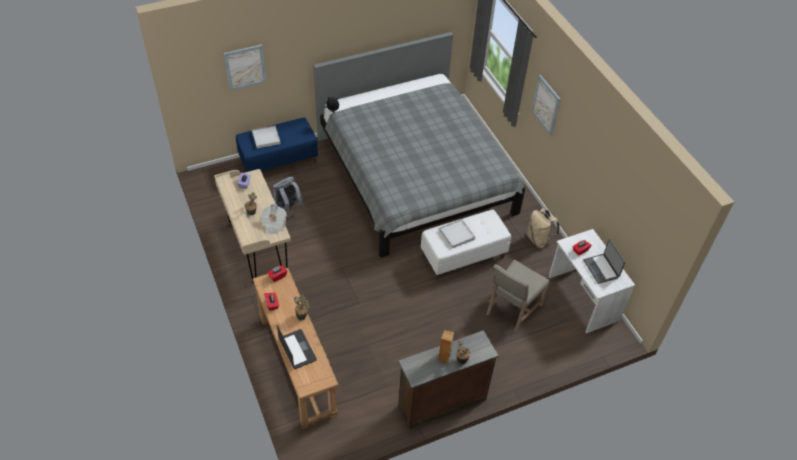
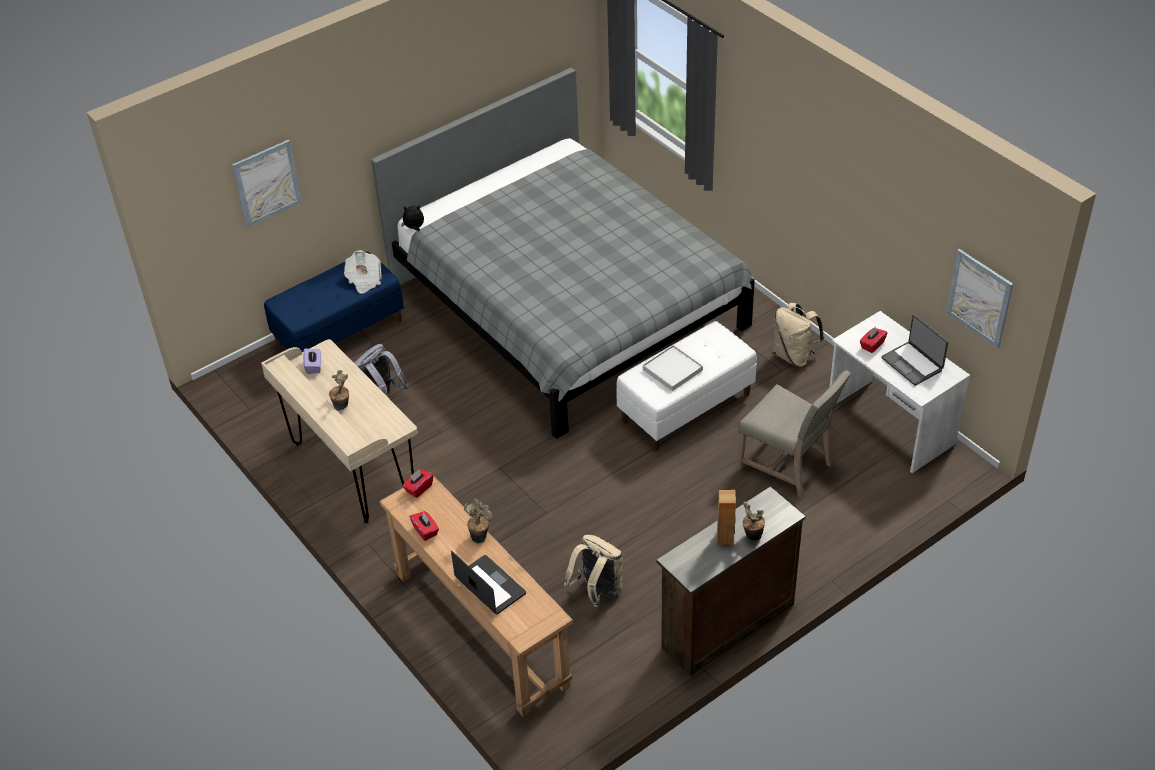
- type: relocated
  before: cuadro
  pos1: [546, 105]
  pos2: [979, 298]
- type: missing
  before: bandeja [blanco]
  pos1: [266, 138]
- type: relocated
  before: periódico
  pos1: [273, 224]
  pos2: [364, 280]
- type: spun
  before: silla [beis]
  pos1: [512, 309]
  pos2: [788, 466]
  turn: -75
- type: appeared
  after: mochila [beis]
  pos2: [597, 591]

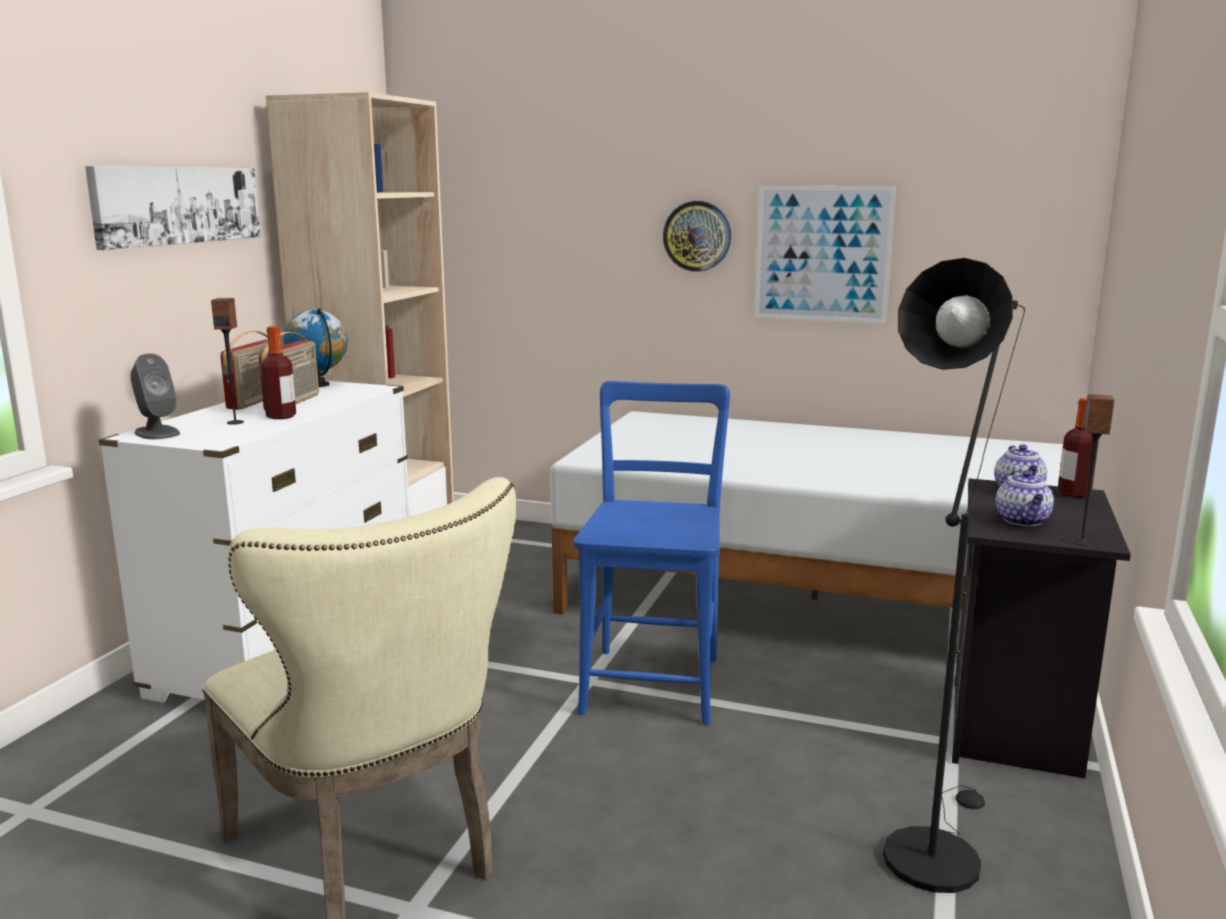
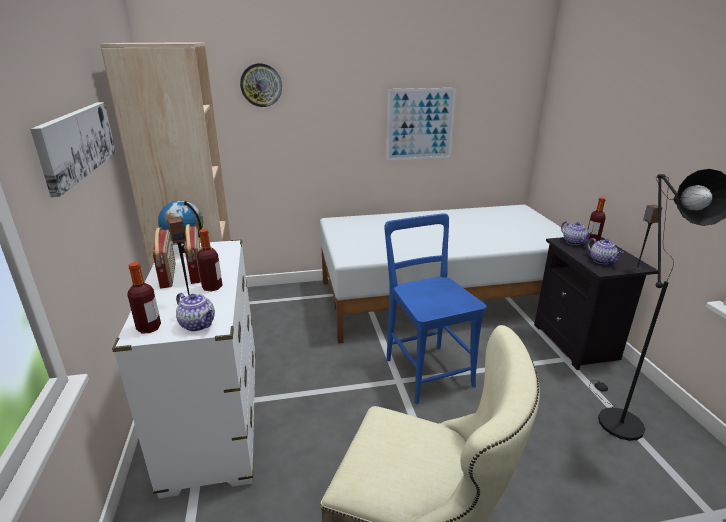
- type: relocated
  before: reloj de pared
  pos1: [697, 236]
  pos2: [261, 85]
- type: exchanged
  before: altavoz [gris]
  after: botella
  pos1: [157, 433]
  pos2: [149, 328]
- type: appeared
  after: tetera
  pos2: [198, 325]

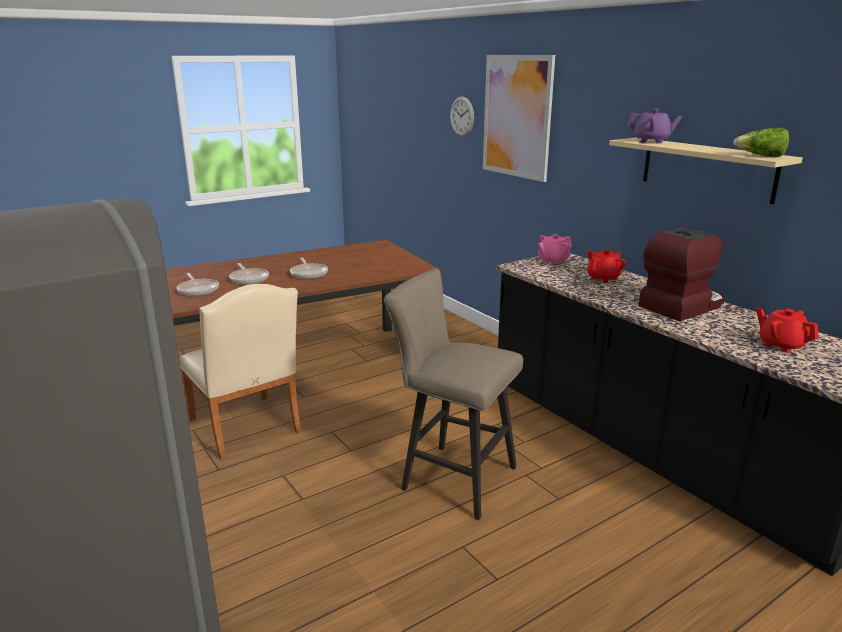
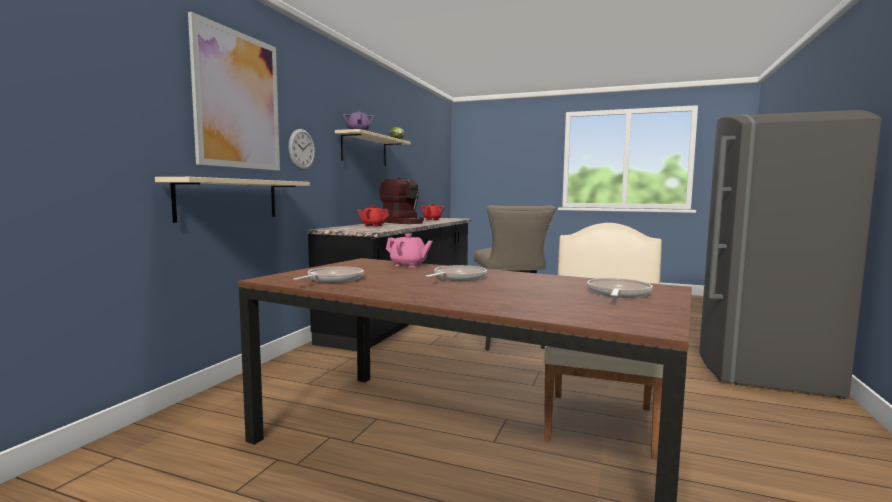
- type: relocated
  before: reloj de pared
  pos1: [462, 116]
  pos2: [301, 149]
- type: spun
  before: cafetera
  pos1: [681, 306]
  pos2: [403, 222]
  turn: -150
- type: relocated
  before: tetera [rosa]
  pos1: [553, 261]
  pos2: [408, 265]
- type: relocated
  before: sartén
  pos1: [249, 278]
  pos2: [333, 279]
- type: appeared
  after: estante [beis]
  pos2: [229, 199]

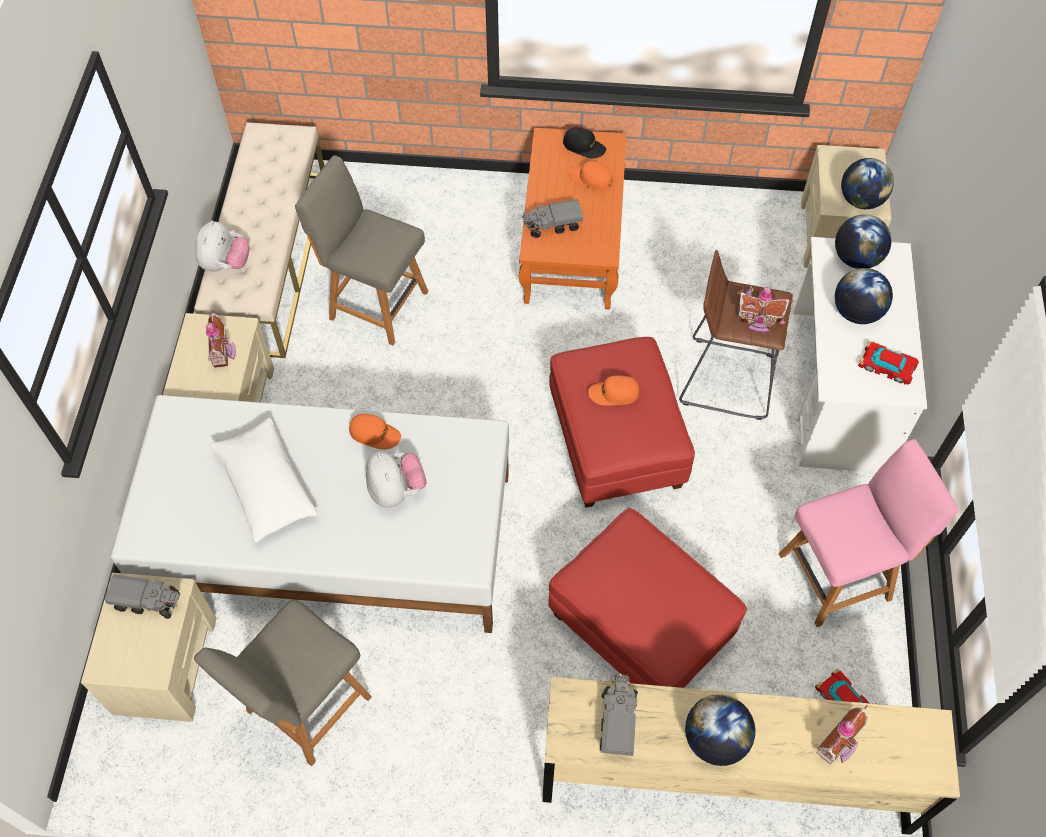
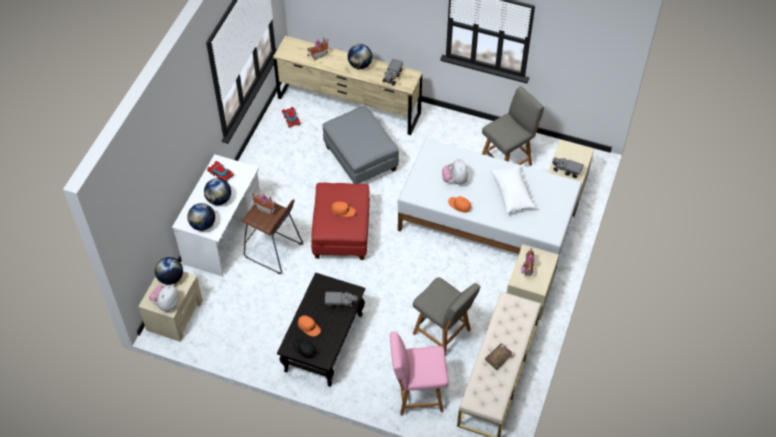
- type: colour
  before: mesa de centro [naranja]
  after: mesa de centro [negro]
  pos1: [572, 247]
  pos2: [324, 342]
- type: relocated
  before: peluche
  pos1: [226, 264]
  pos2: [166, 304]
- type: relocated
  before: silla [rosa]
  pos1: [838, 575]
  pos2: [417, 394]
- type: colour
  before: puf [rojo]
  after: puf [gris]
  pos1: [639, 627]
  pos2: [361, 159]
- type: appeared
  after: libro [marrón]
  pos2: [498, 358]

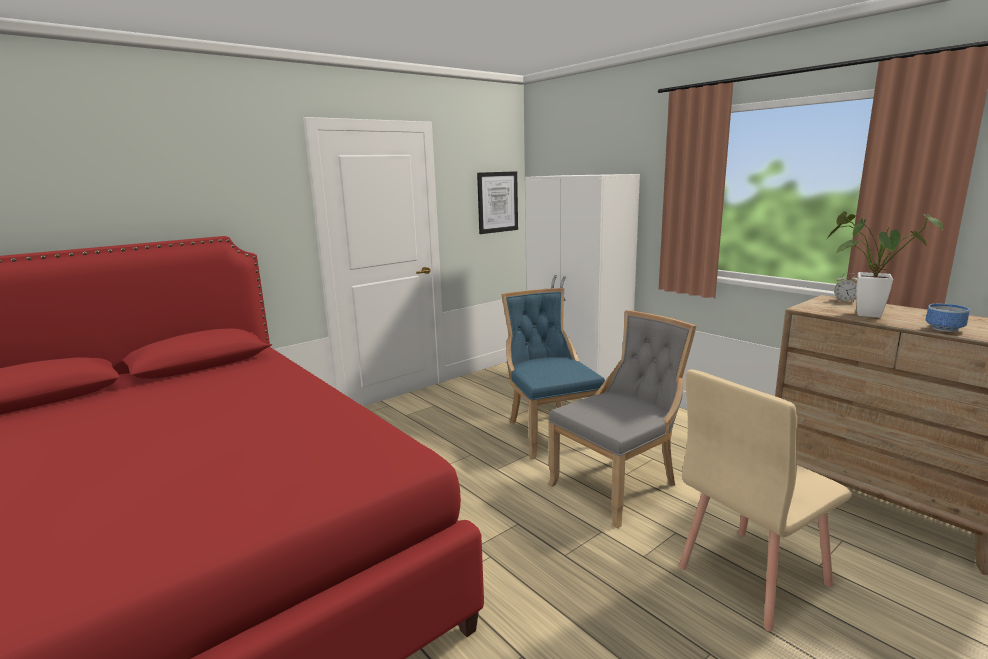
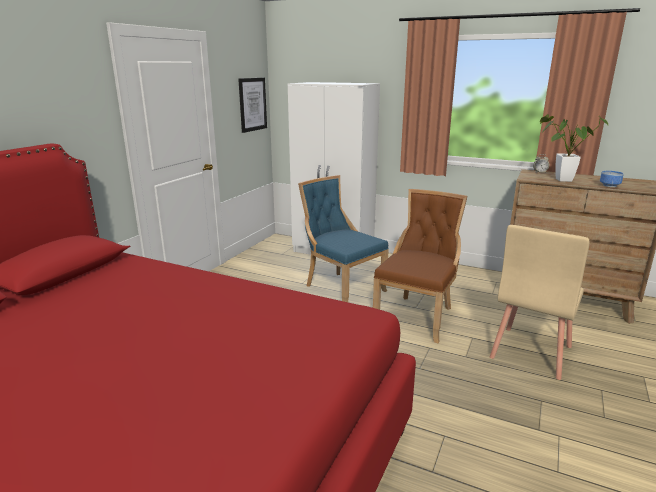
- type: colour
  before: silla [gris]
  after: silla [marrón]
  pos1: [619, 485]
  pos2: [417, 316]

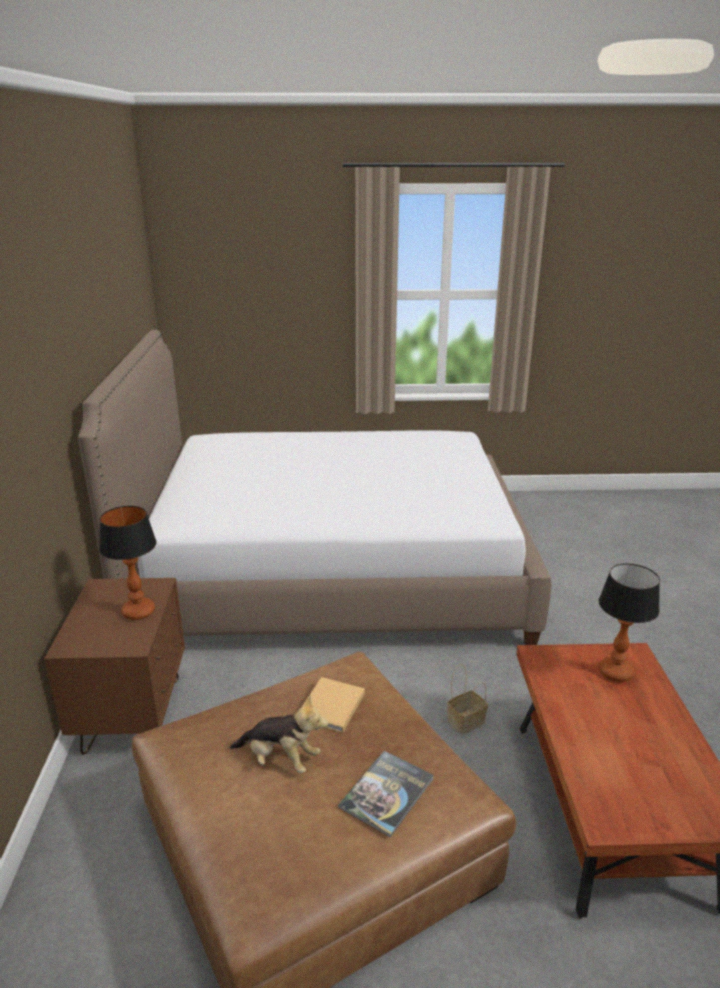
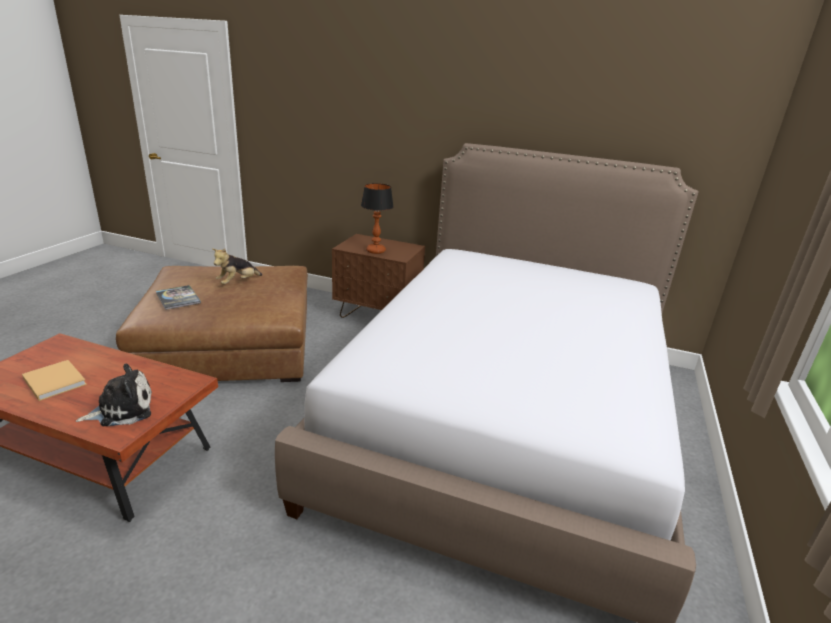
- type: exchanged
  before: lámpara de mesa
  after: peluche
  pos1: [616, 673]
  pos2: [122, 409]
- type: missing
  before: cesta
  pos1: [466, 721]
- type: relocated
  before: libro [beis]
  pos1: [330, 708]
  pos2: [54, 381]

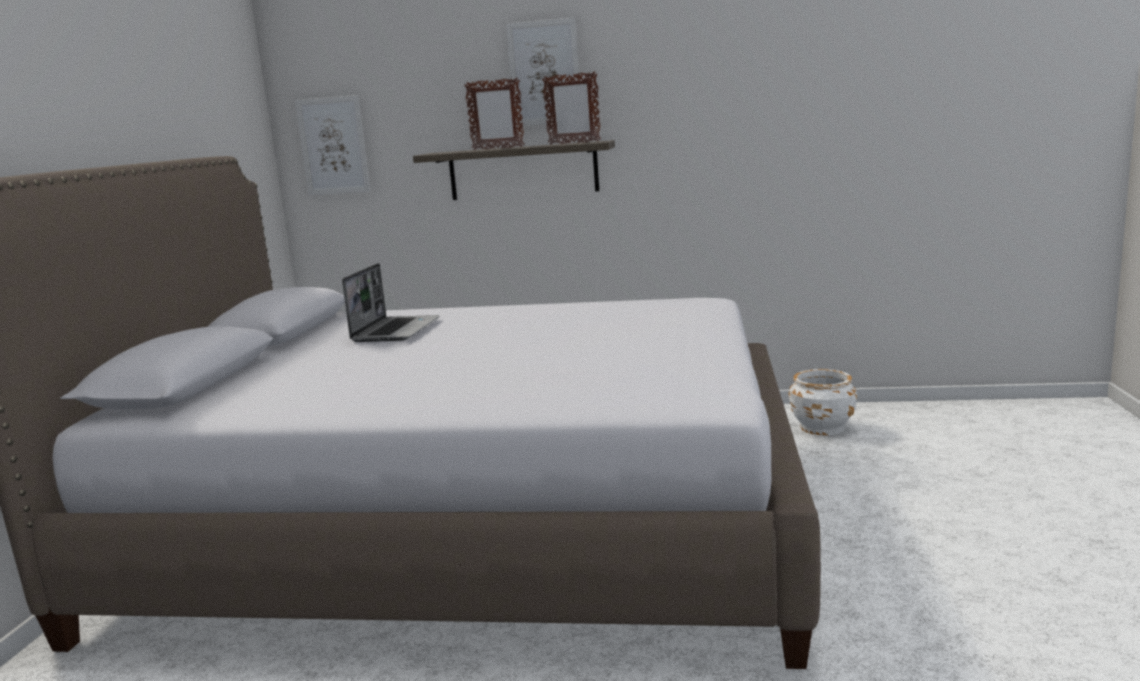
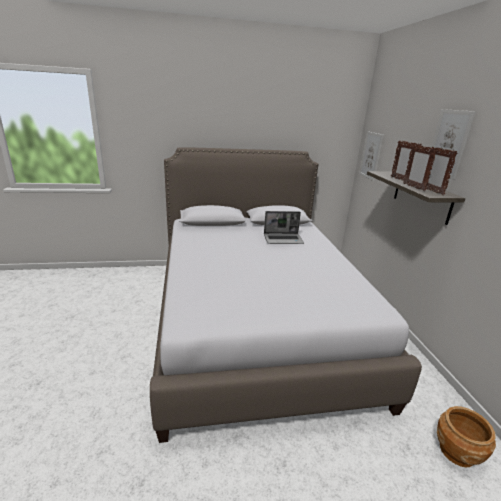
- type: colour
  before: maceta [blanco]
  after: maceta [marrón]
  pos1: [822, 427]
  pos2: [457, 452]
- type: appeared
  after: portarretratos
  pos2: [413, 187]

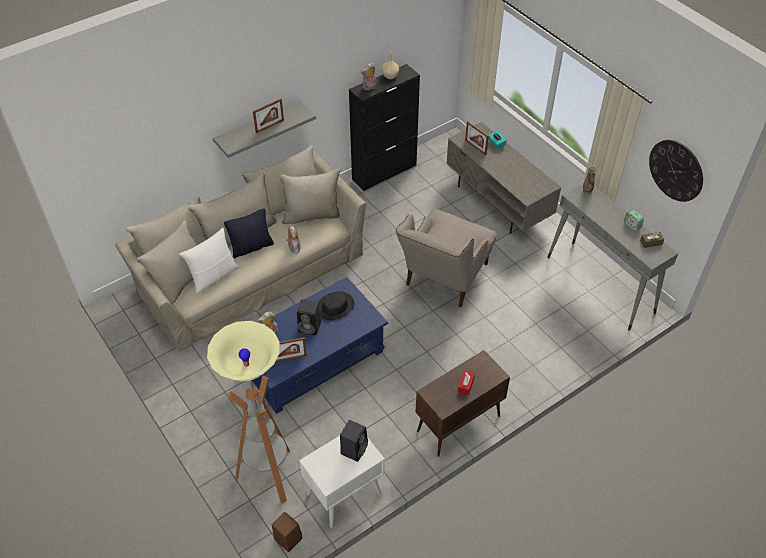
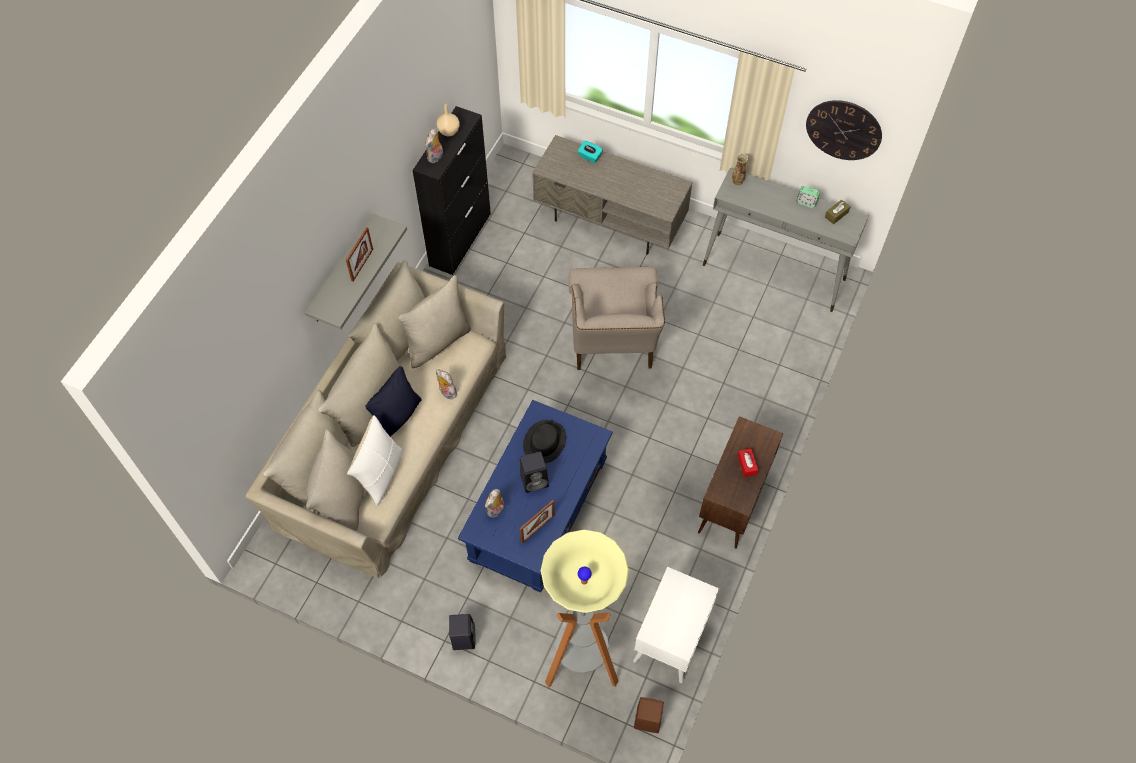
- type: missing
  before: portarretratos
  pos1: [475, 147]
- type: relocated
  before: altavoz [negro]
  pos1: [354, 449]
  pos2: [463, 637]

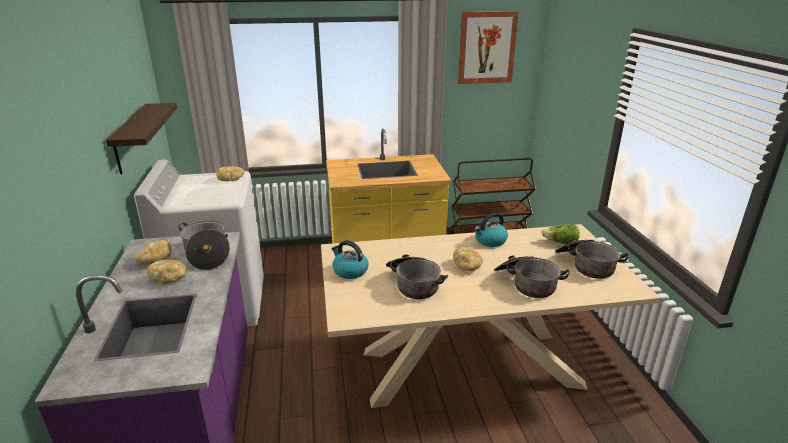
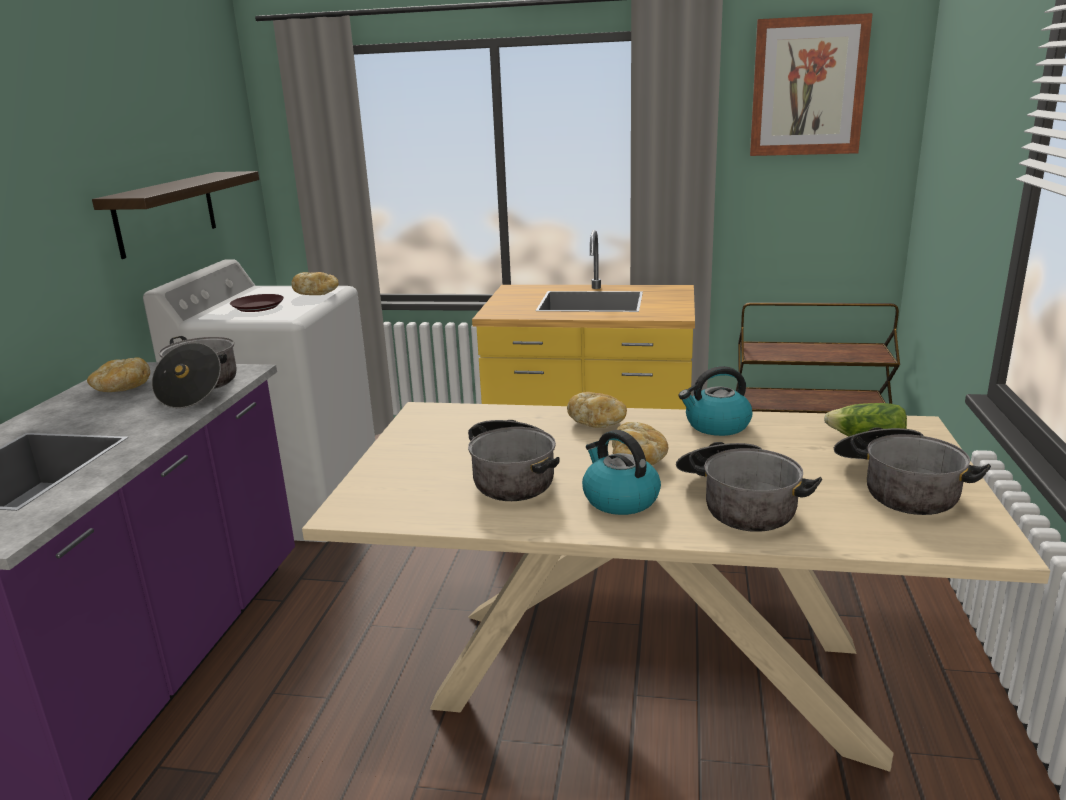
- type: relocated
  before: hervidor
  pos1: [350, 271]
  pos2: [619, 499]
- type: relocated
  before: pan
  pos1: [169, 278]
  pos2: [597, 423]
- type: appeared
  after: plato [marrón]
  pos2: [257, 307]

